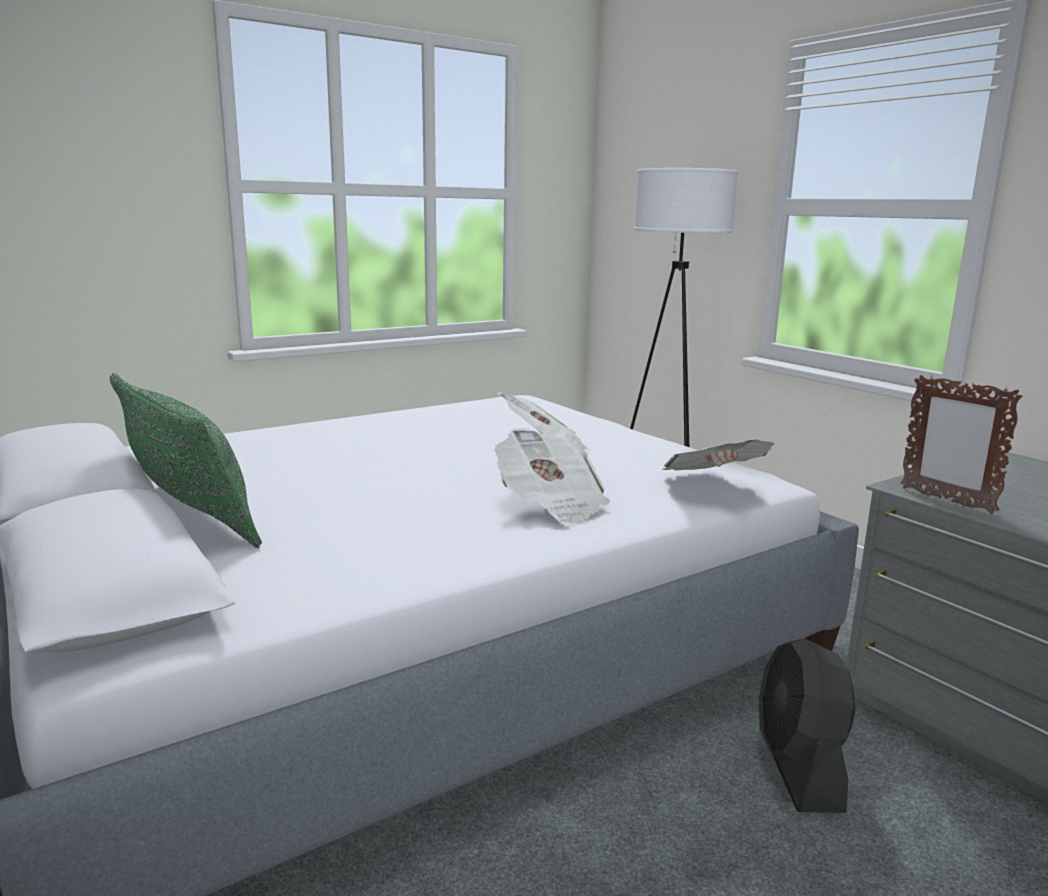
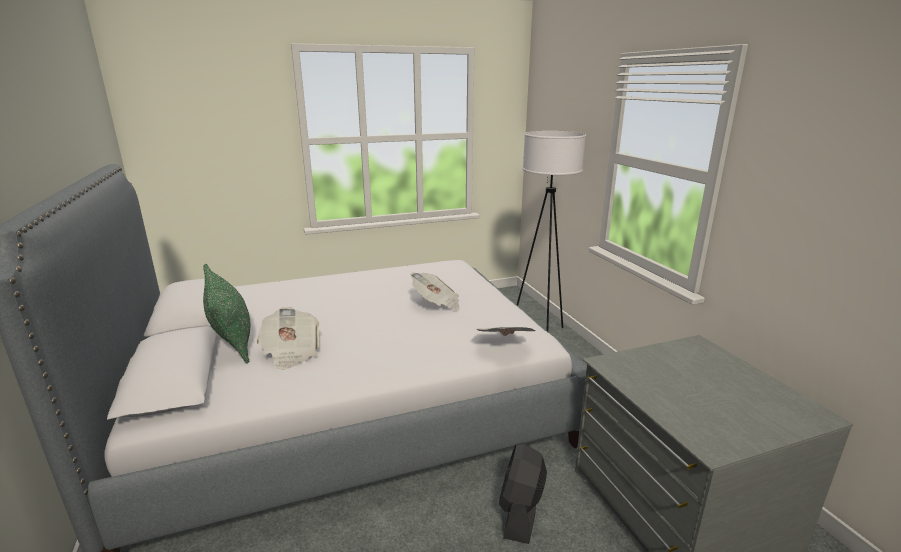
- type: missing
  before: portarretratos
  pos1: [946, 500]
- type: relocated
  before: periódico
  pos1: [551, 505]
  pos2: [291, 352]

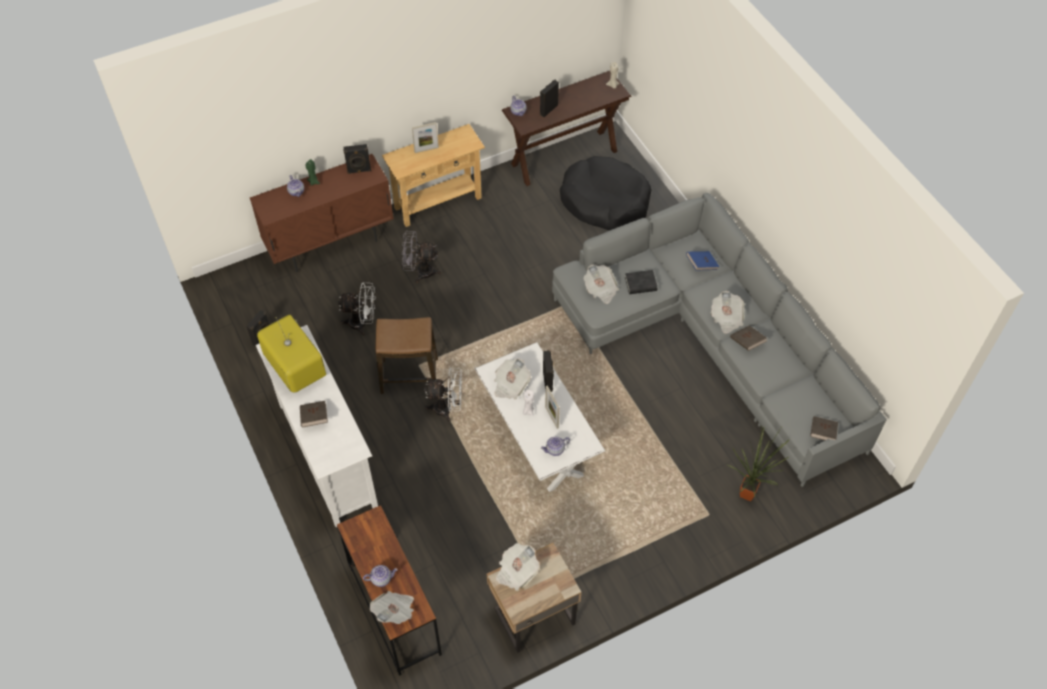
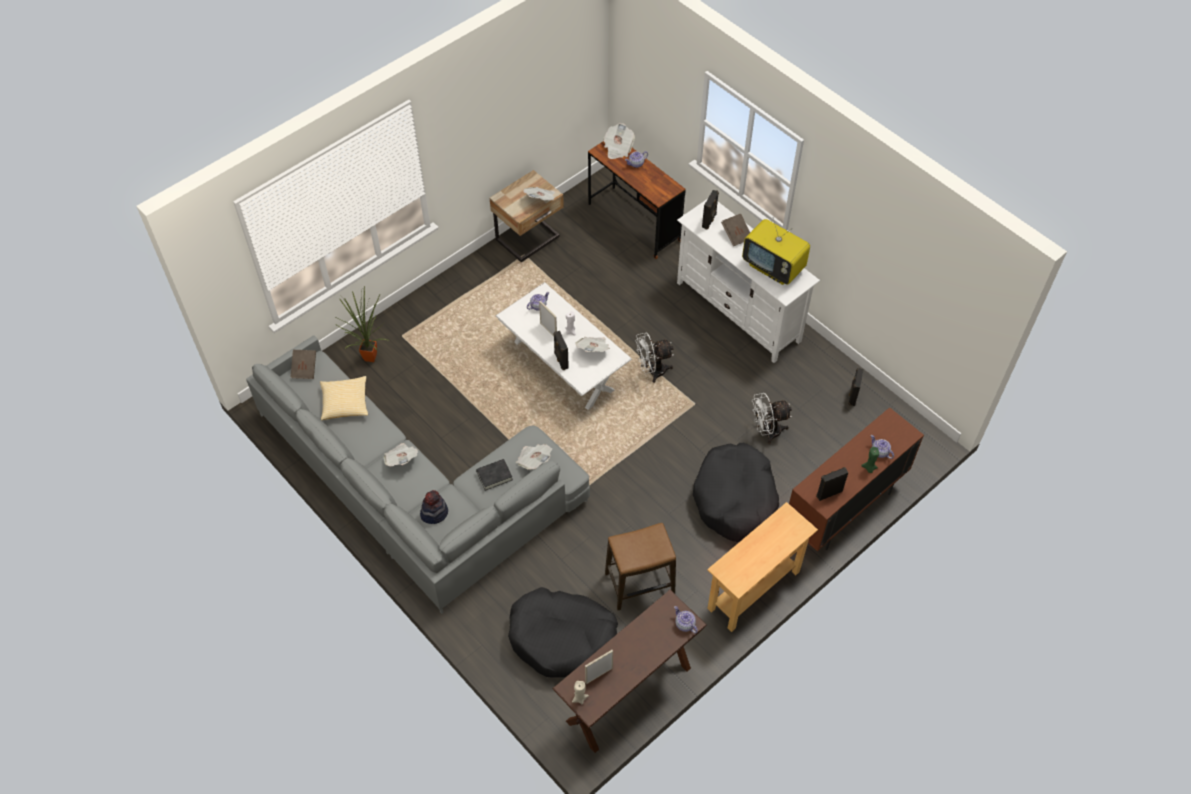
- type: relocated
  before: altavoz [negro]
  pos1: [548, 109]
  pos2: [709, 221]
- type: relocated
  before: portarretratos
  pos1: [426, 150]
  pos2: [599, 675]
- type: exchanged
  before: ventilador [gris]
  after: cama para perro [negro]
  pos1: [420, 272]
  pos2: [735, 499]
- type: exchanged
  before: libro [azul]
  after: sombrero
  pos1: [701, 265]
  pos2: [434, 513]
- type: relocated
  before: taburete
  pos1: [409, 376]
  pos2: [639, 583]
- type: missing
  before: libro [marrón]
  pos1: [747, 342]
- type: appeared
  after: cojín
  pos2: [345, 403]

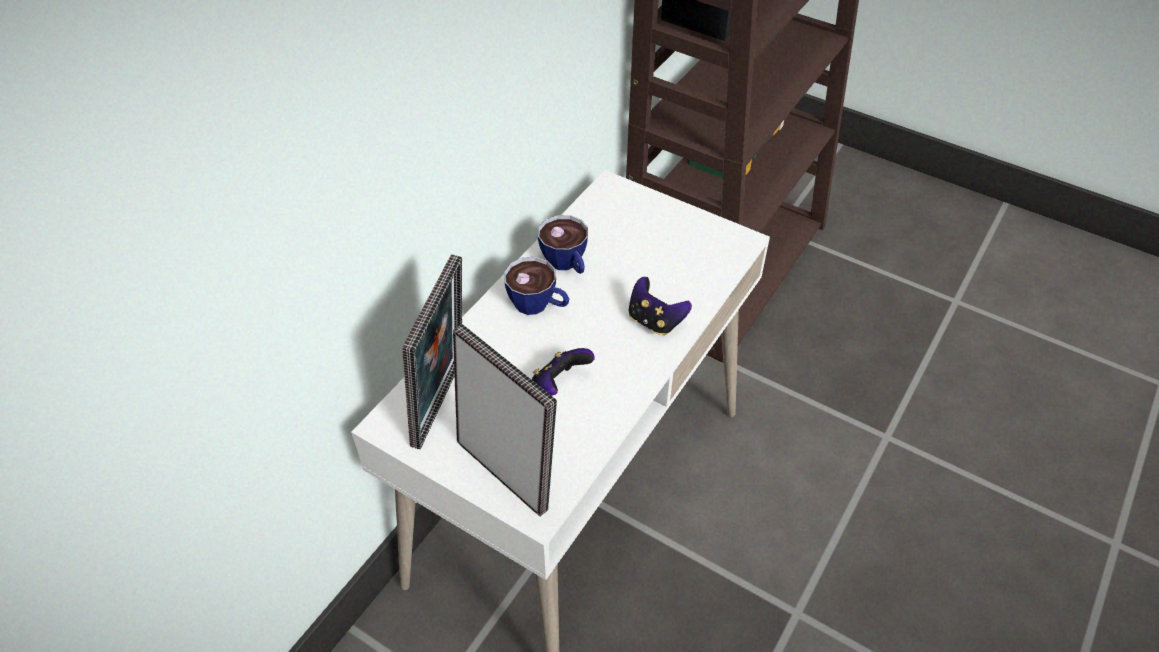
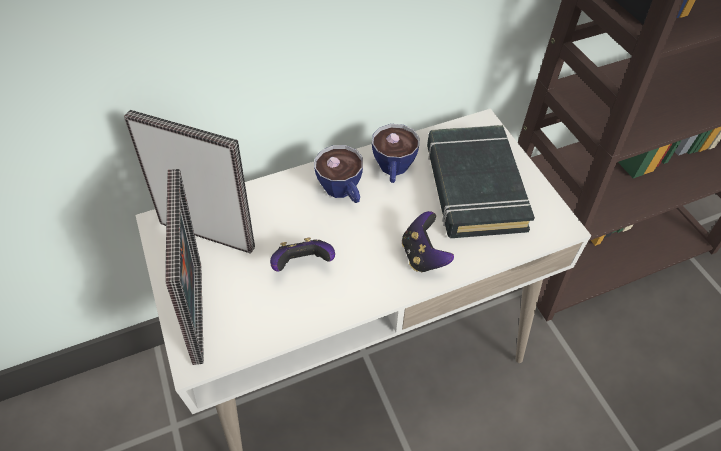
- type: spun
  before: portarretratos
  pos1: [444, 403]
  pos2: [210, 230]
  turn: -120
- type: appeared
  after: libro [negro]
  pos2: [474, 186]

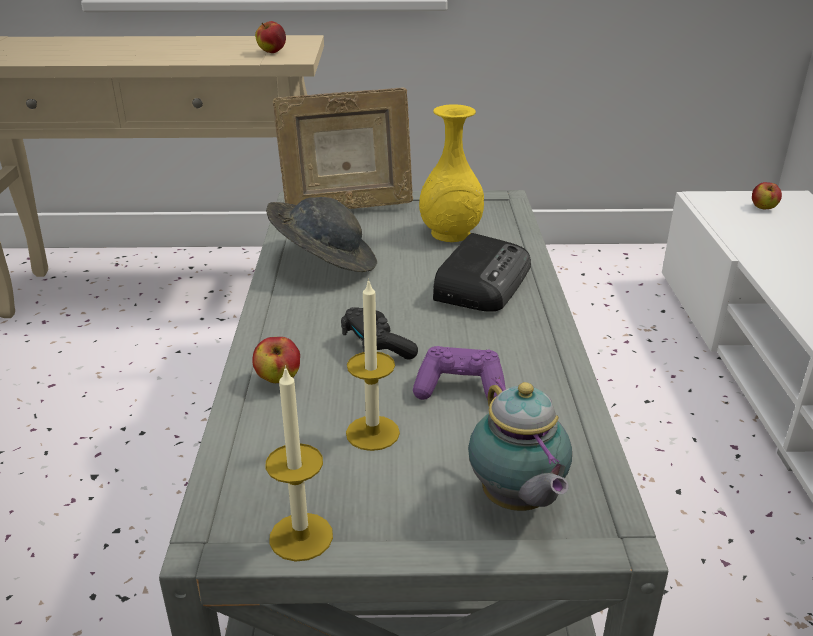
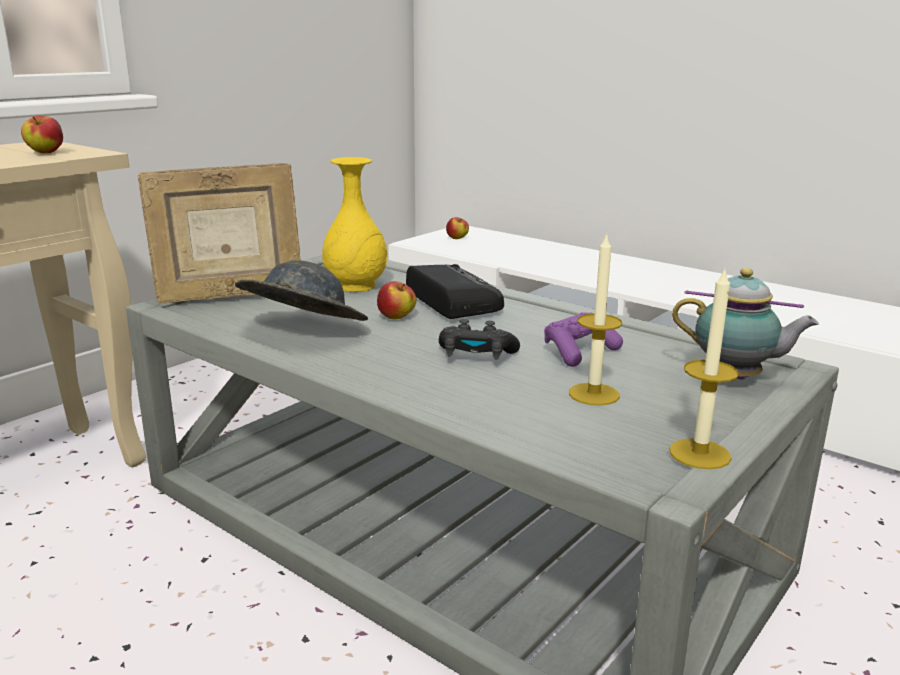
- type: spun
  before: portarretratos
  pos1: [347, 207]
  pos2: [229, 296]
  turn: 45
- type: relocated
  before: manzana
  pos1: [278, 379]
  pos2: [396, 317]

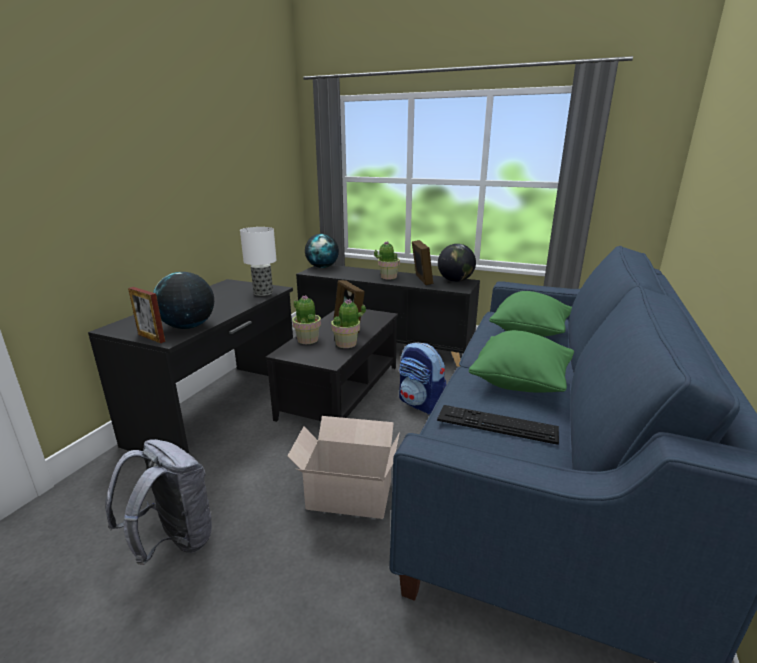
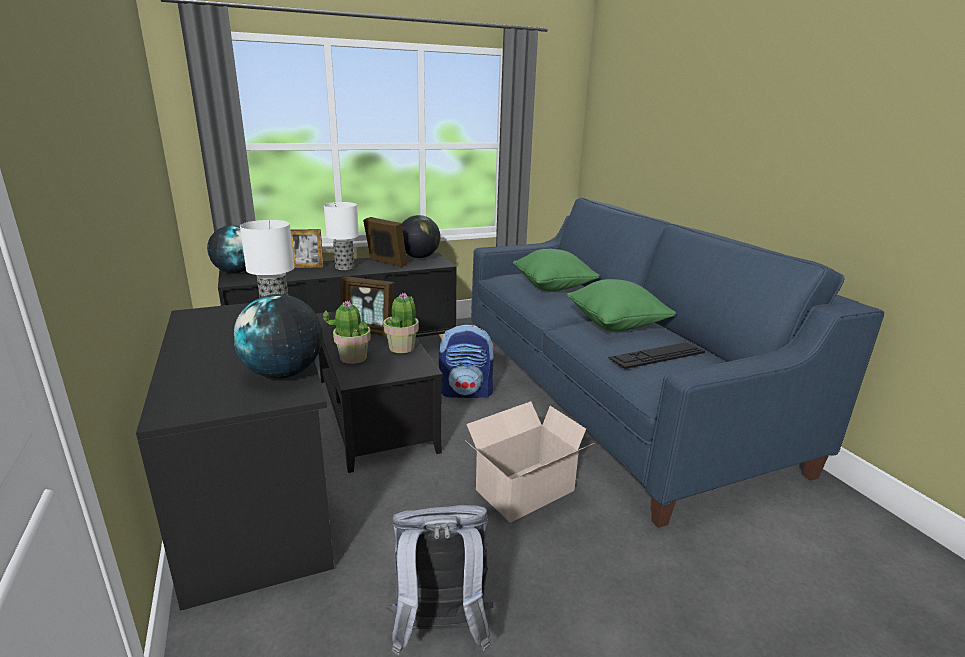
- type: exchanged
  before: planta en maceta
  after: lámpara de mesa
  pos1: [388, 277]
  pos2: [345, 267]
- type: relocated
  before: portarretratos
  pos1: [151, 338]
  pos2: [308, 267]

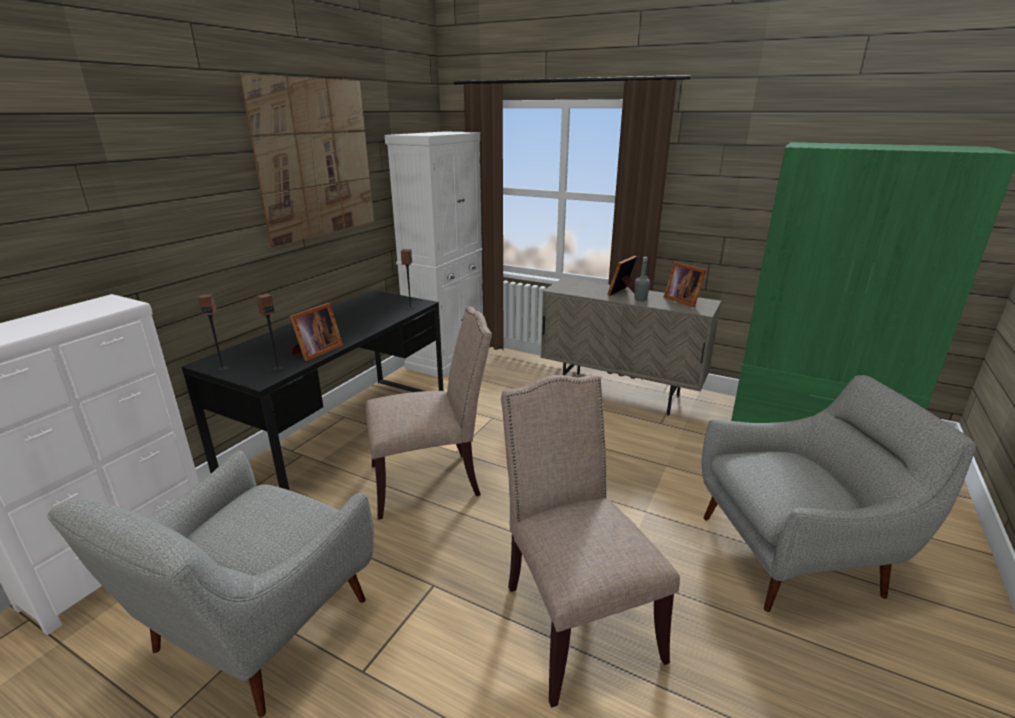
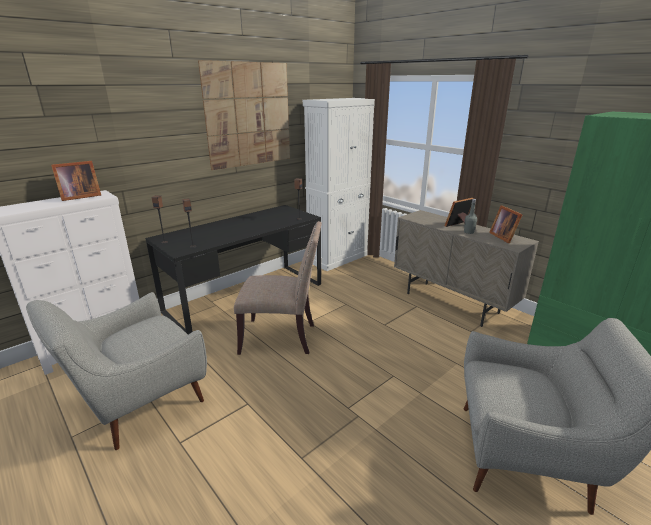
- type: relocated
  before: portarretratos
  pos1: [316, 352]
  pos2: [79, 197]
- type: missing
  before: silla [beis]
  pos1: [574, 618]

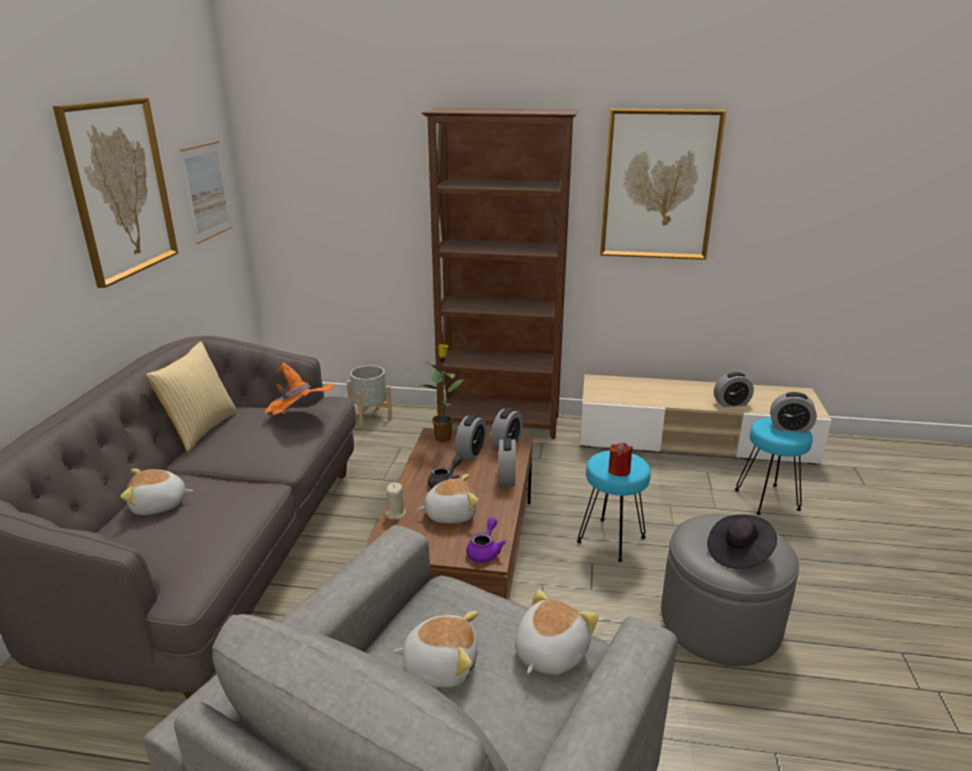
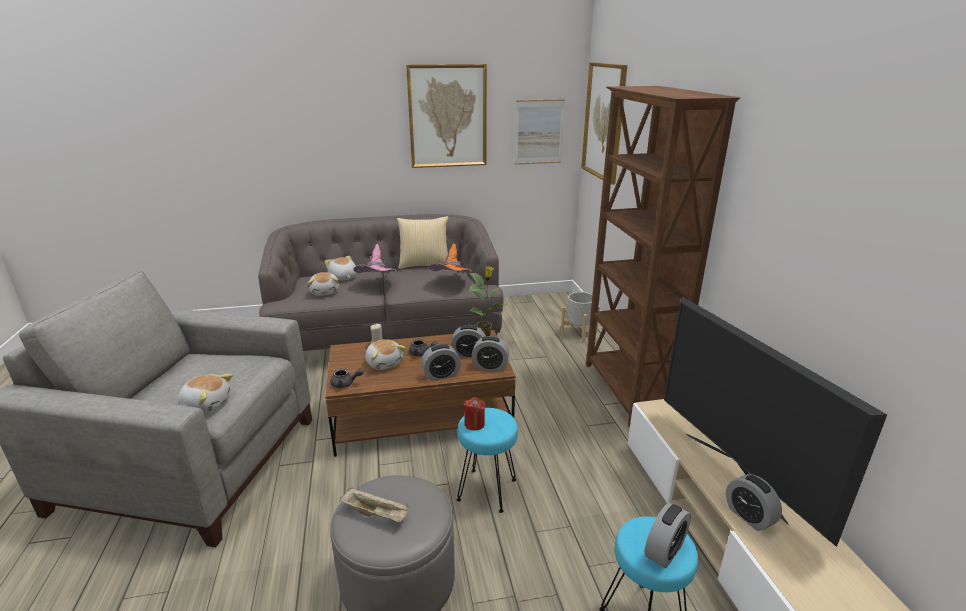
- type: relocated
  before: cuadro
  pos1: [659, 185]
  pos2: [604, 122]
- type: spun
  before: despertador
  pos1: [790, 428]
  pos2: [664, 551]
  turn: -135
- type: exchanged
  before: sombrero [negro]
  after: bandeja [beis]
  pos1: [738, 553]
  pos2: [376, 514]
- type: colour
  before: tetera [morado]
  after: tetera [gris]
  pos1: [485, 551]
  pos2: [345, 384]
- type: relocated
  before: peluche
  pos1: [441, 665]
  pos2: [325, 291]
- type: appeared
  after: sombrero [rosa]
  pos2: [378, 284]
- type: appeared
  after: televisor
  pos2: [733, 474]

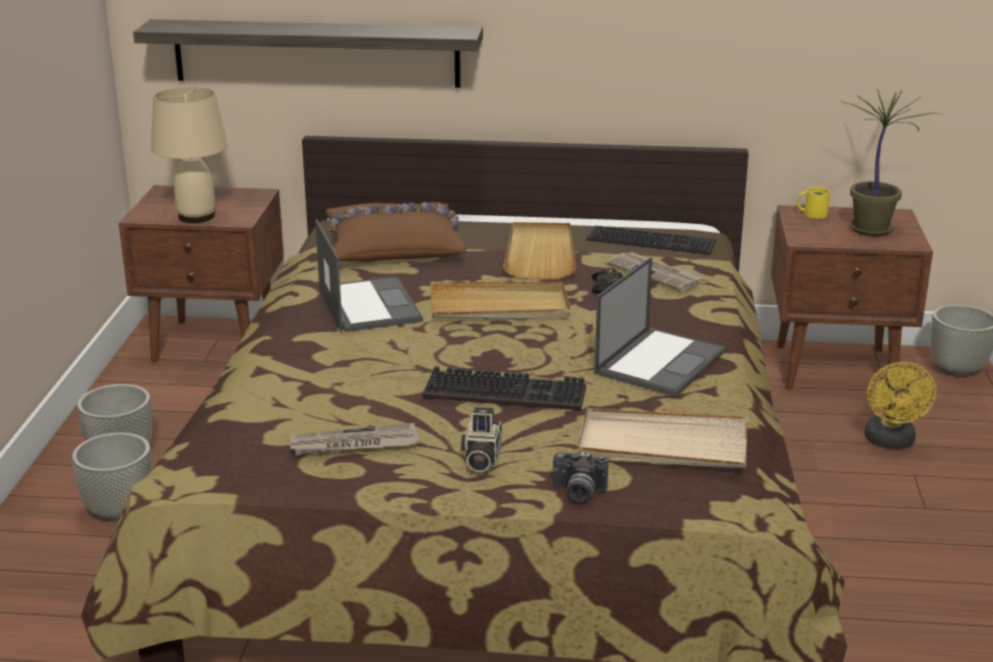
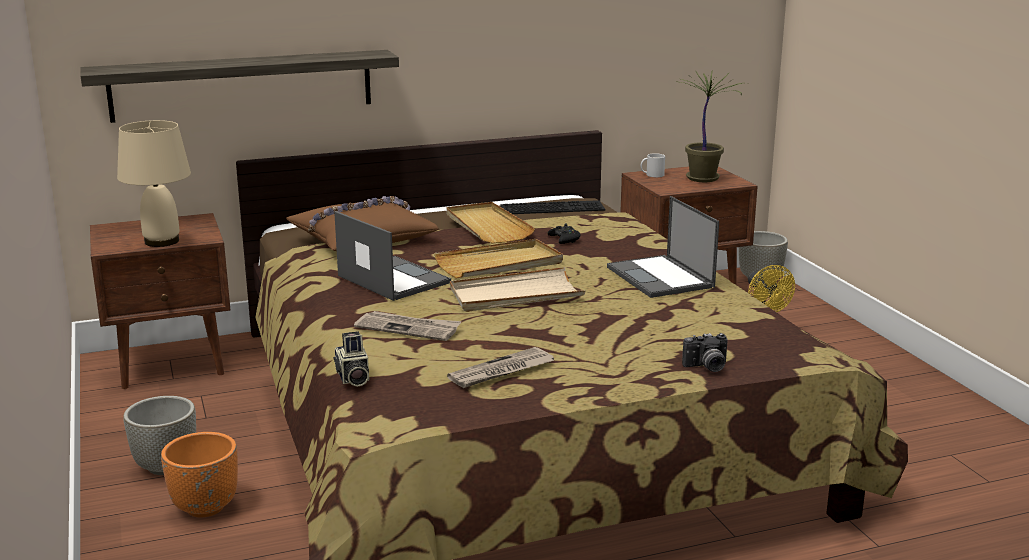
- type: colour
  before: taza grande [amarillo]
  after: taza grande [blanco]
  pos1: [813, 214]
  pos2: [653, 175]
- type: relocated
  before: periódico
  pos1: [655, 274]
  pos2: [408, 328]
- type: spun
  before: portátil
  pos1: [660, 361]
  pos2: [661, 277]
  turn: 150
- type: missing
  before: teclado
  pos1: [508, 392]
- type: relocated
  before: cámara
  pos1: [480, 459]
  pos2: [352, 378]
- type: relocated
  before: bandeja [beis]
  pos1: [662, 446]
  pos2: [515, 295]
- type: colour
  before: maceta [gris]
  after: maceta [naranja]
  pos1: [119, 510]
  pos2: [205, 507]

